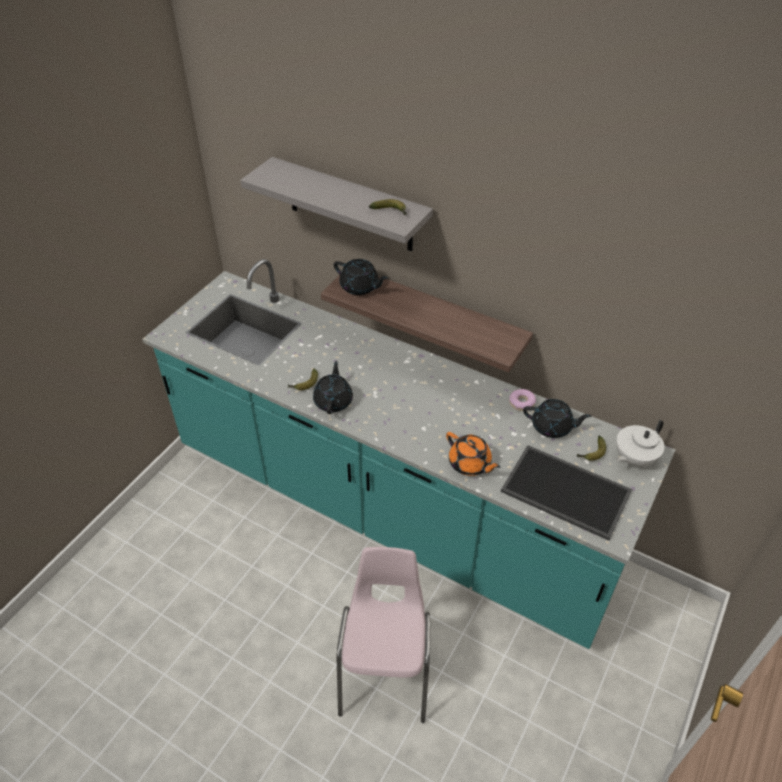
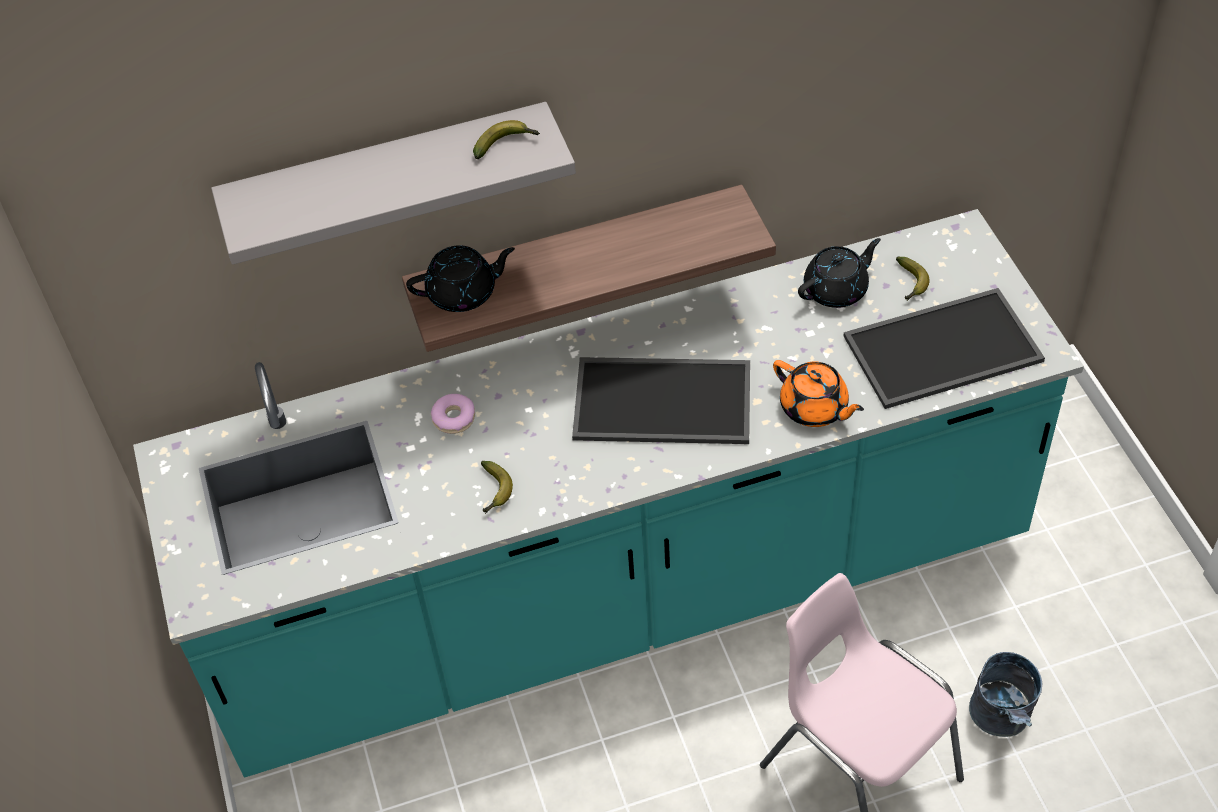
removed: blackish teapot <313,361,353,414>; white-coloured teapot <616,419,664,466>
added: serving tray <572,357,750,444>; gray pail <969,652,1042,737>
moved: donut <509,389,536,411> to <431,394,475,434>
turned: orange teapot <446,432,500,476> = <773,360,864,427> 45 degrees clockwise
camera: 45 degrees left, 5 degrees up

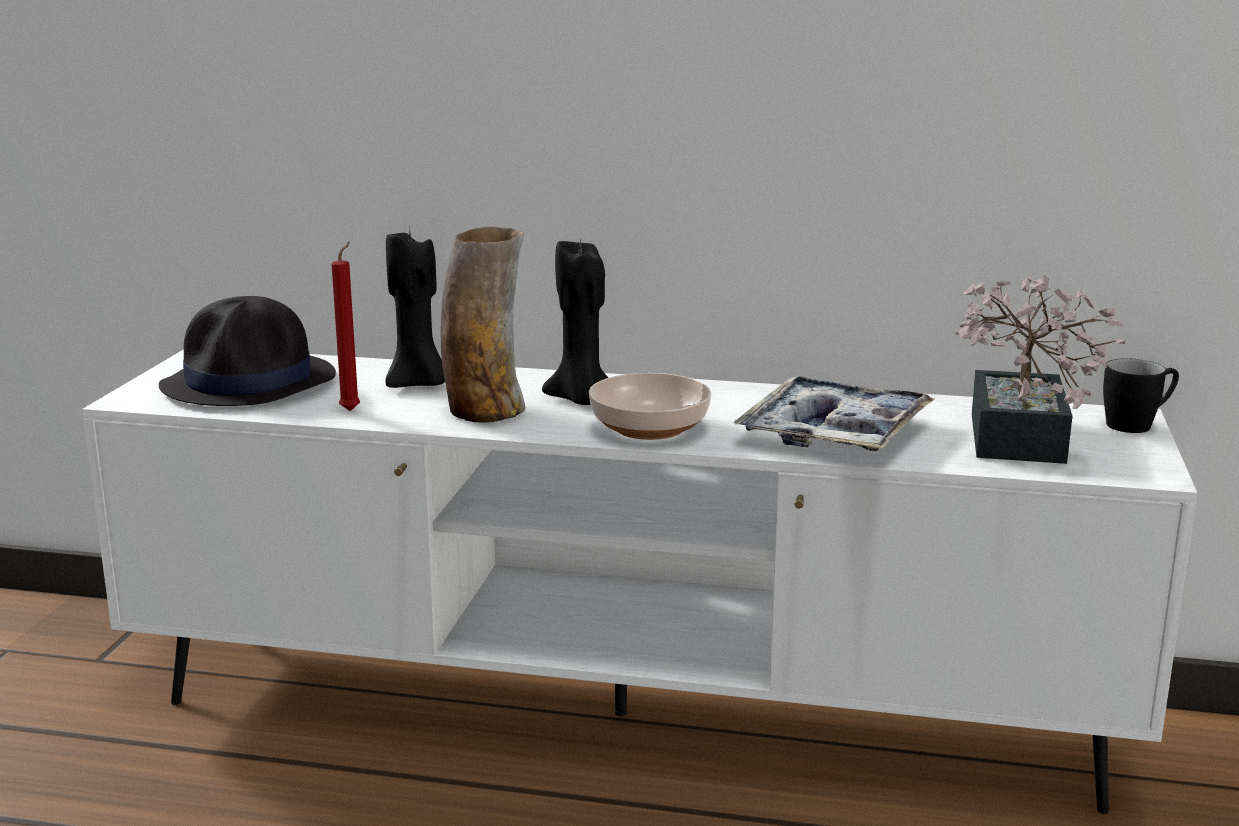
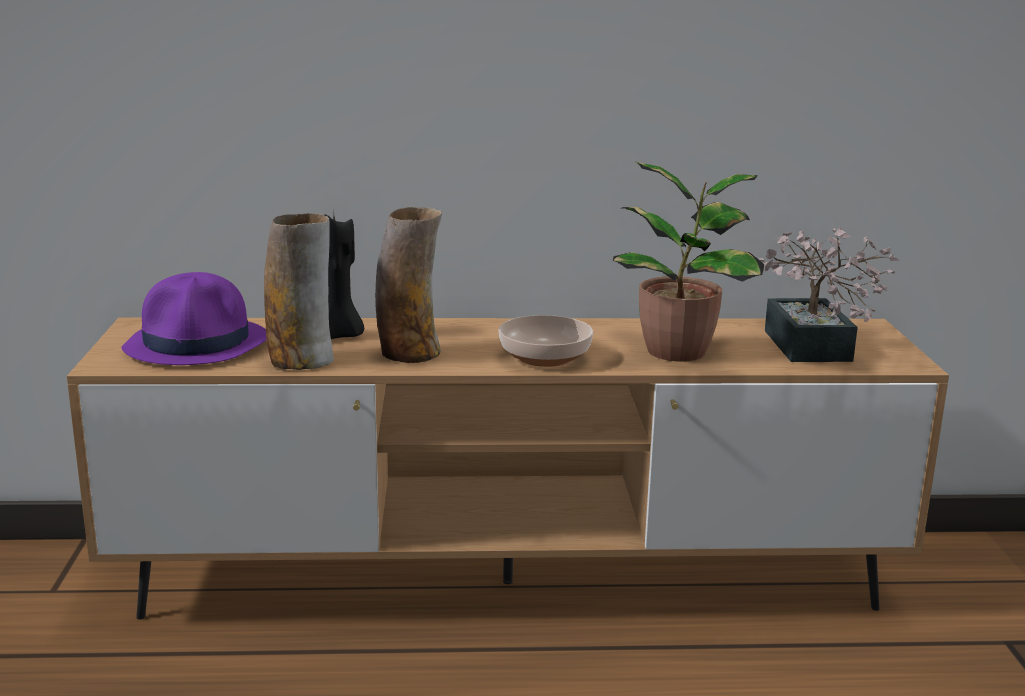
removed: blackish candle <542,237,609,405>; blackish mug <1103,358,1179,433>
replaced: red-coloured candle <331,242,360,411> to flower vase <264,213,334,370>; serving tray <734,376,935,451> to plant in a pot <613,162,764,362>
recoloured: white-coloured media console <82,349,1197,814> to brownish media console <67,318,949,620>; blackish wearable hat <159,296,336,406> to purple-coloured wearable hat <122,272,267,365>
camera: 15 degrees left, 0 degrees up

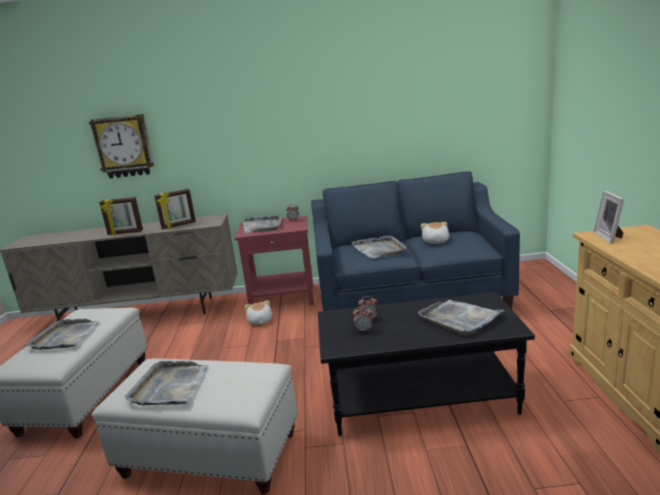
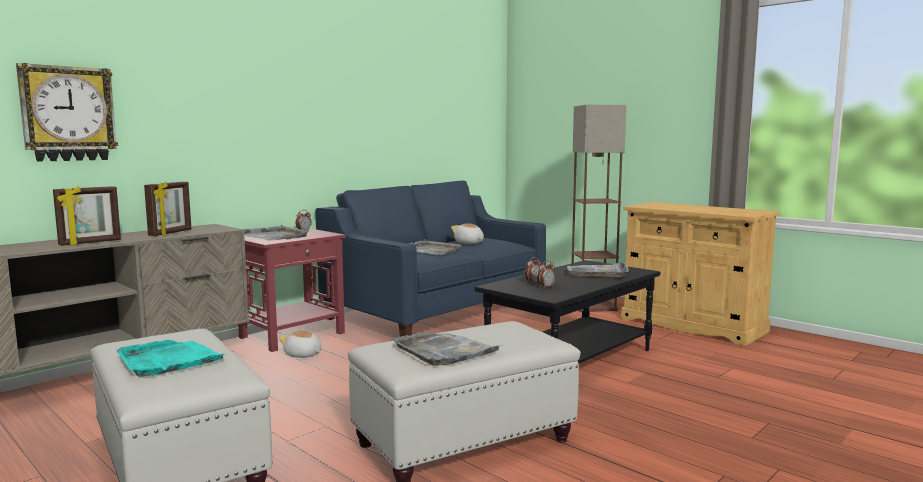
removed: standing frame <594,191,625,244>
added: standing lamp <571,105,627,312>
recoloured: gray serving tray <26,319,100,350> to turquoise-coloured serving tray <116,340,224,377>
camera: 45 degrees left, 10 degrees down

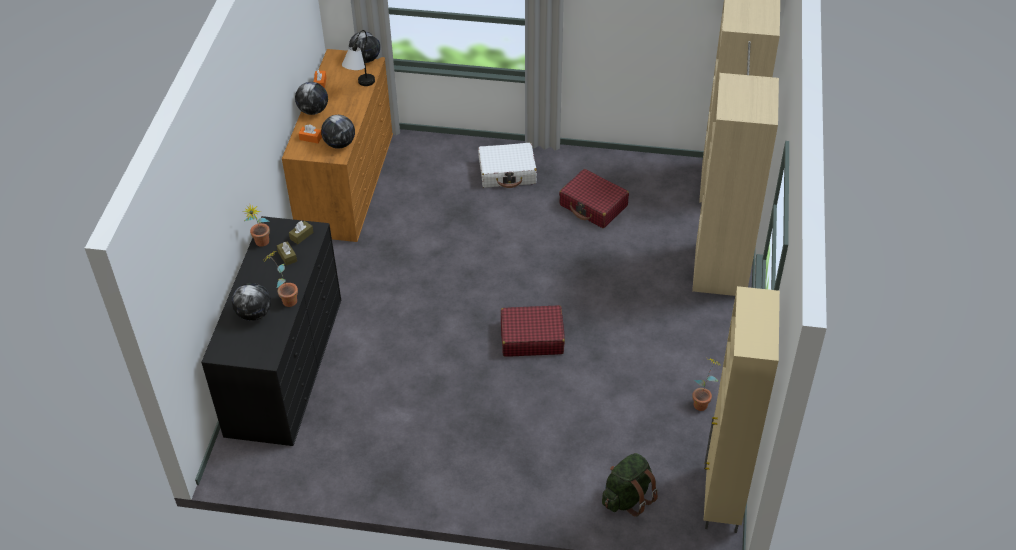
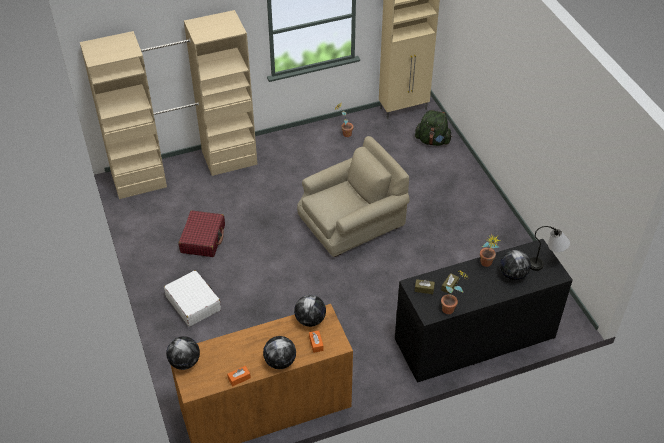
moved: table lamp <342,30,375,86> to <530,226,570,271>
replaced: red-coloured suitcase <501,305,565,357> to beige armchair <297,136,410,257>
camera: 120 degrees left, 0 degrees up

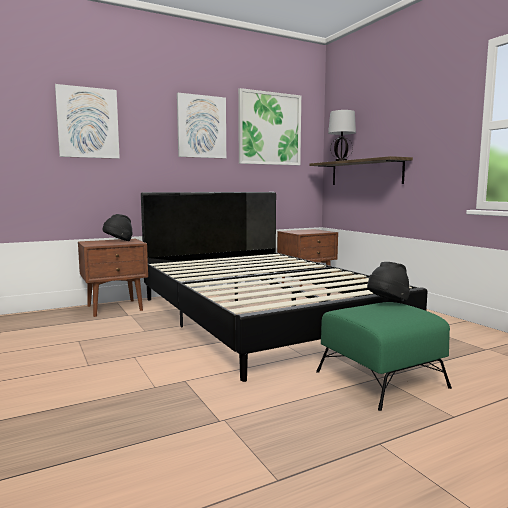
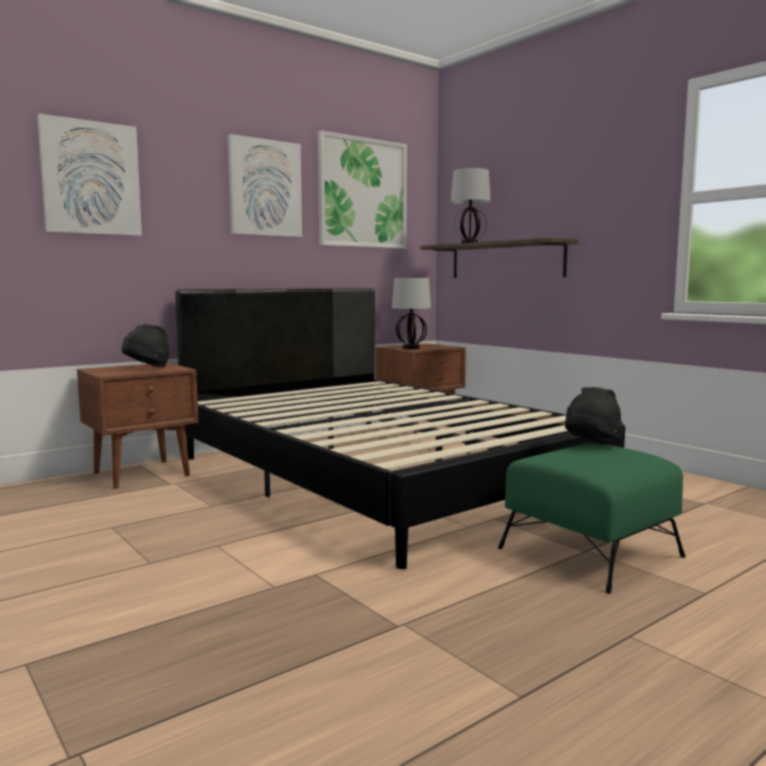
added: table lamp <392,278,431,349>
camera: 10 degrees left, 0 degrees up

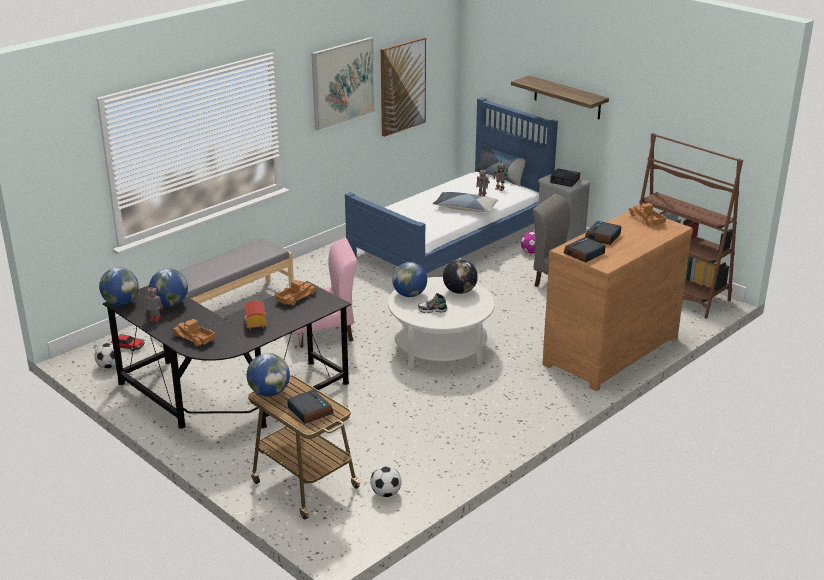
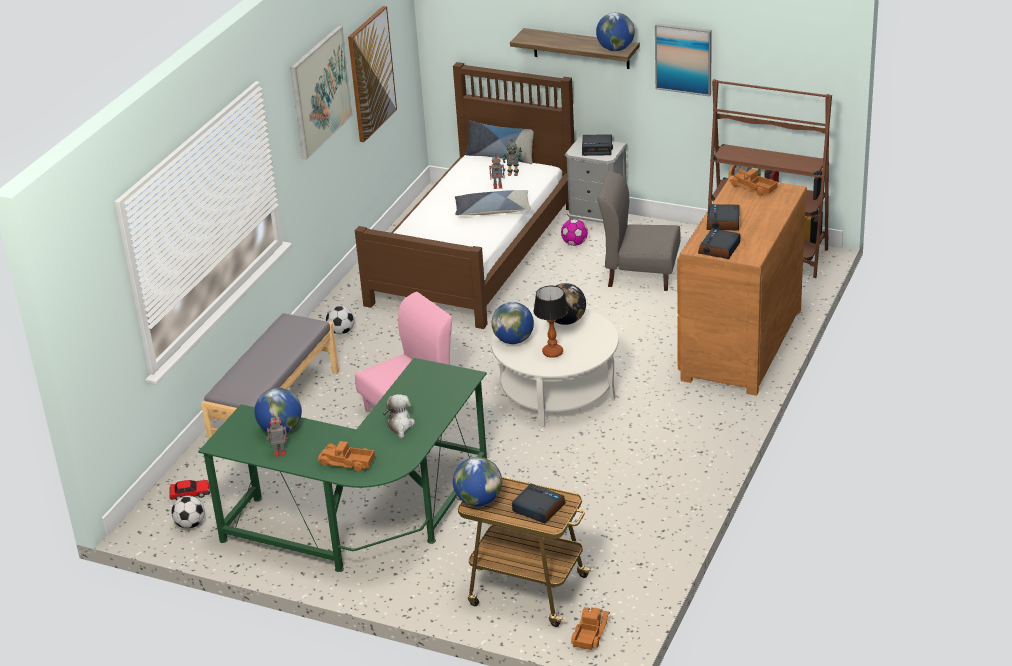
added: picture <655,23,712,96>
moved: desk globe <99,267,139,305> to <596,12,635,51>; toy lorry <275,280,317,306> to <571,607,610,650>; ball for football <370,466,401,497> to <326,306,355,334>
replaced: model house <244,300,267,330> to cuddly toy <383,394,415,440>; low shoe <418,293,447,313> to table lamp <533,286,568,358>
recoloured: blackish desk unit <103,281,351,429> to greenish desk unit <198,358,487,572>; bluish bedroom bed <345,97,558,274> to brownish bedroom bed <355,62,574,329>
camera: 20 degrees left, 5 degrees up

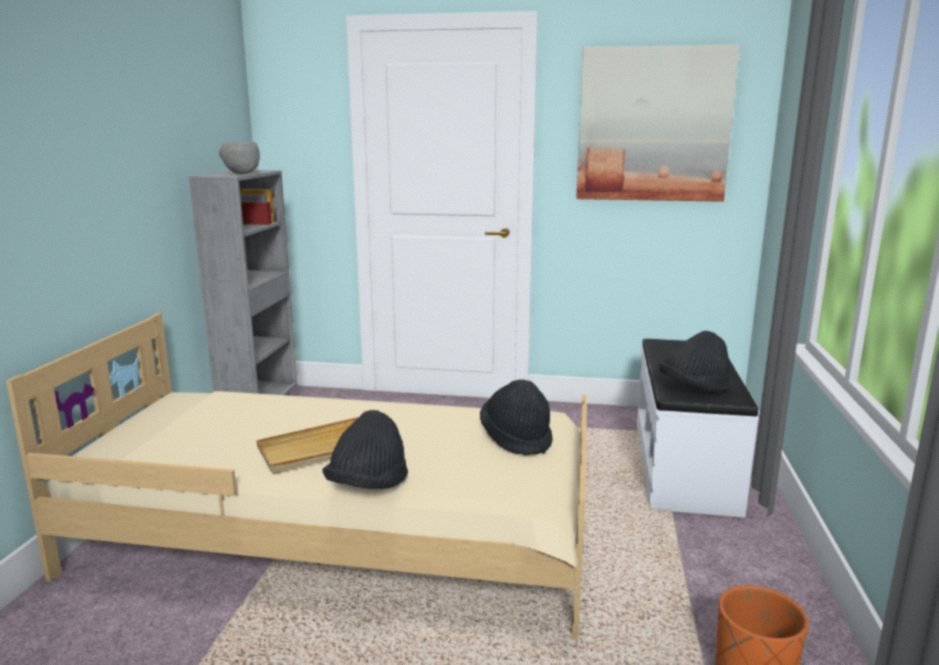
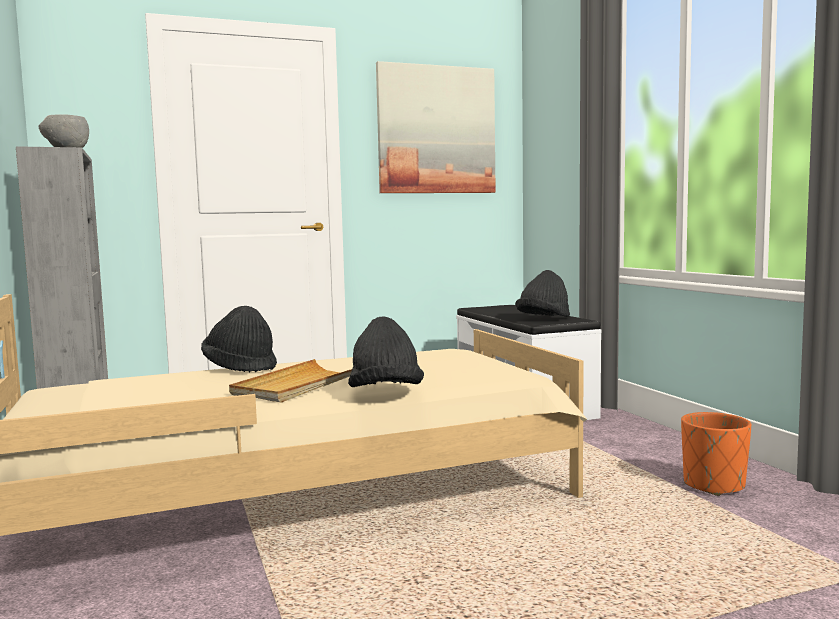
moved: blackish wearable hat <480,380,553,455> to <201,306,277,372>
camera: 30 degrees left, 10 degrees down

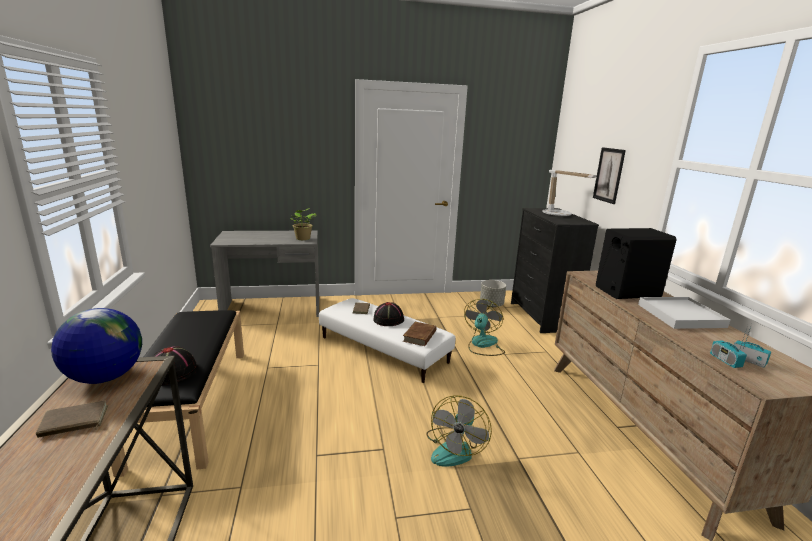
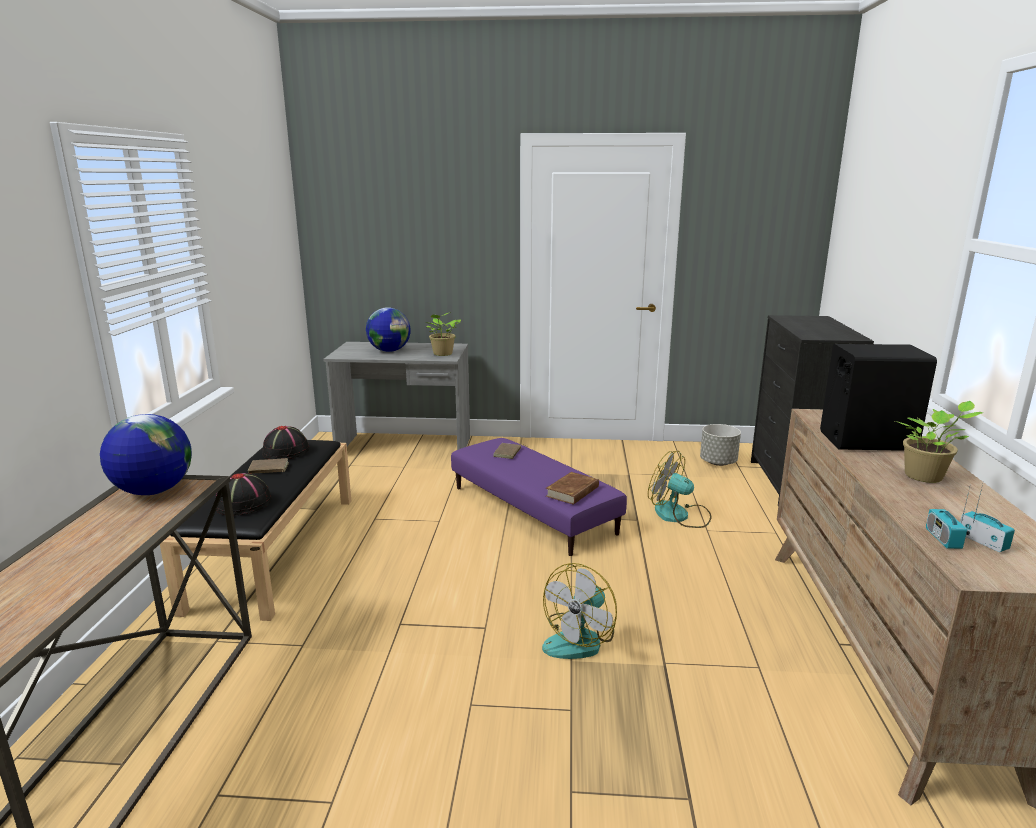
removed: table lamp <543,170,597,216>; picture <593,147,626,204>
added: desk globe <366,307,411,352>
moved: brownish volume <36,400,108,438> to <248,458,289,474>; blackish wearable hat <373,302,404,326> to <262,426,310,459>
replaced: white-coloured serving tray <638,297,730,329> to plant in a pot <895,401,983,483>
recoloured: white-coloured ottoman <319,298,456,383> to purple-coloured ottoman <451,438,627,556>
turned: electric fan <464,299,505,356> = <648,451,712,528> 90 degrees counterclockwise
camera: 15 degrees right, 0 degrees up

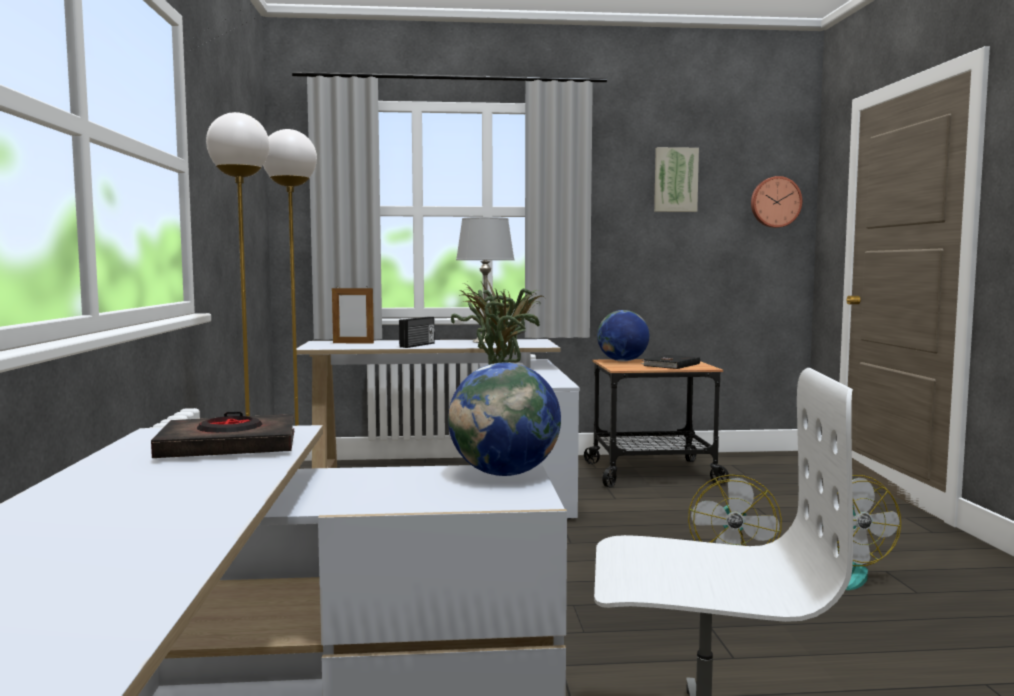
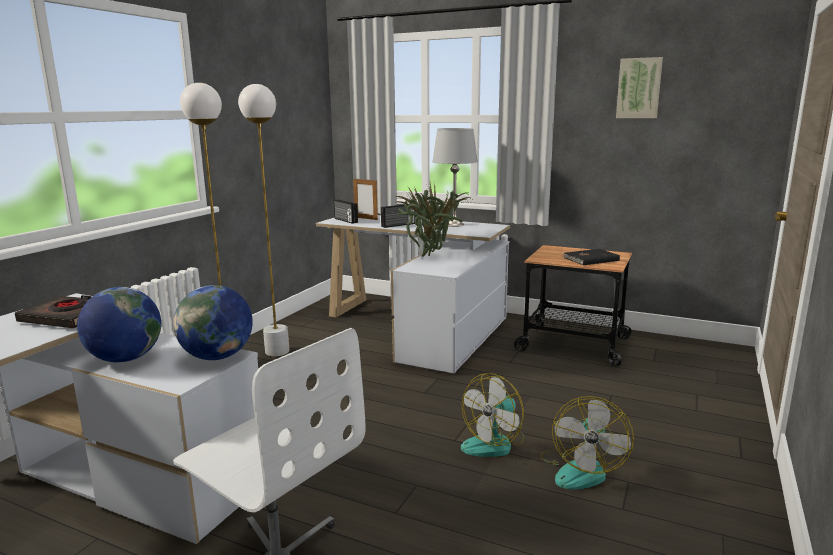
removed: wall clock <751,176,802,228>
added: radio receiver <334,200,358,224>
moved: desk globe <597,310,649,362> to <77,287,161,363>
camera: 30 degrees right, 10 degrees up

